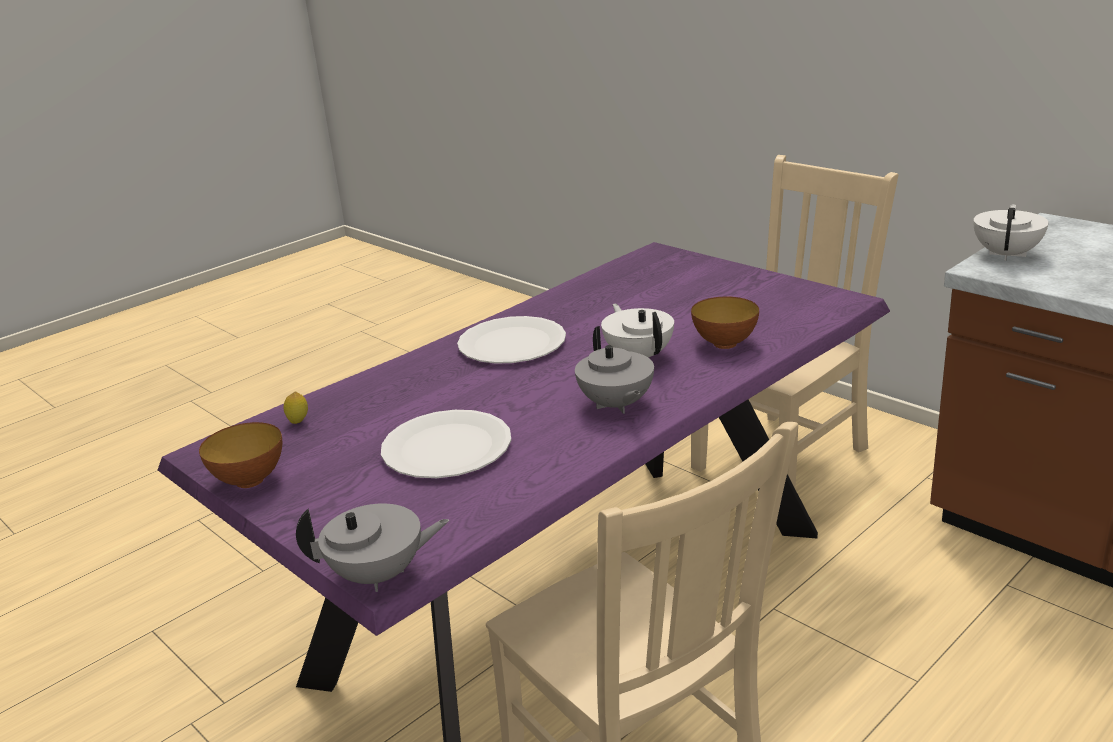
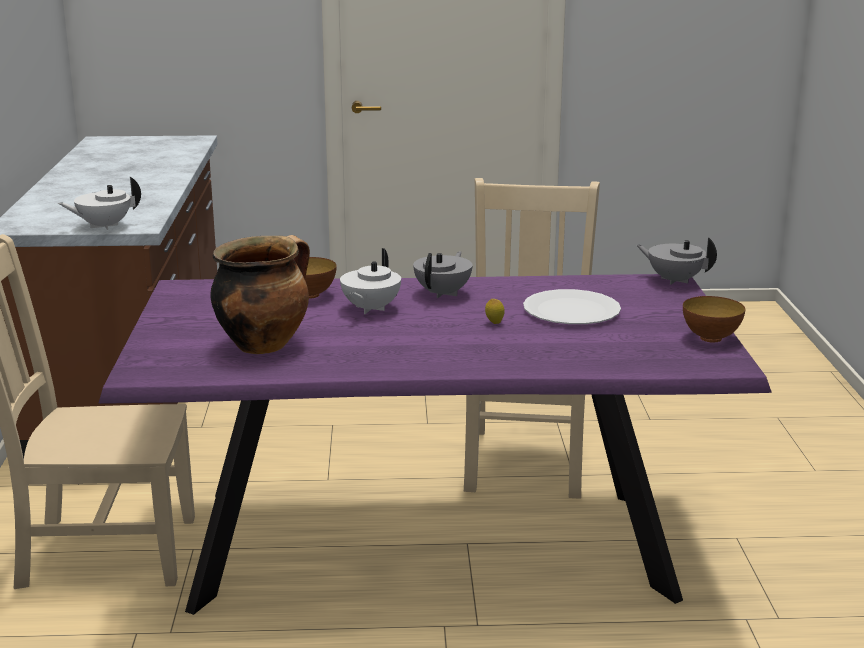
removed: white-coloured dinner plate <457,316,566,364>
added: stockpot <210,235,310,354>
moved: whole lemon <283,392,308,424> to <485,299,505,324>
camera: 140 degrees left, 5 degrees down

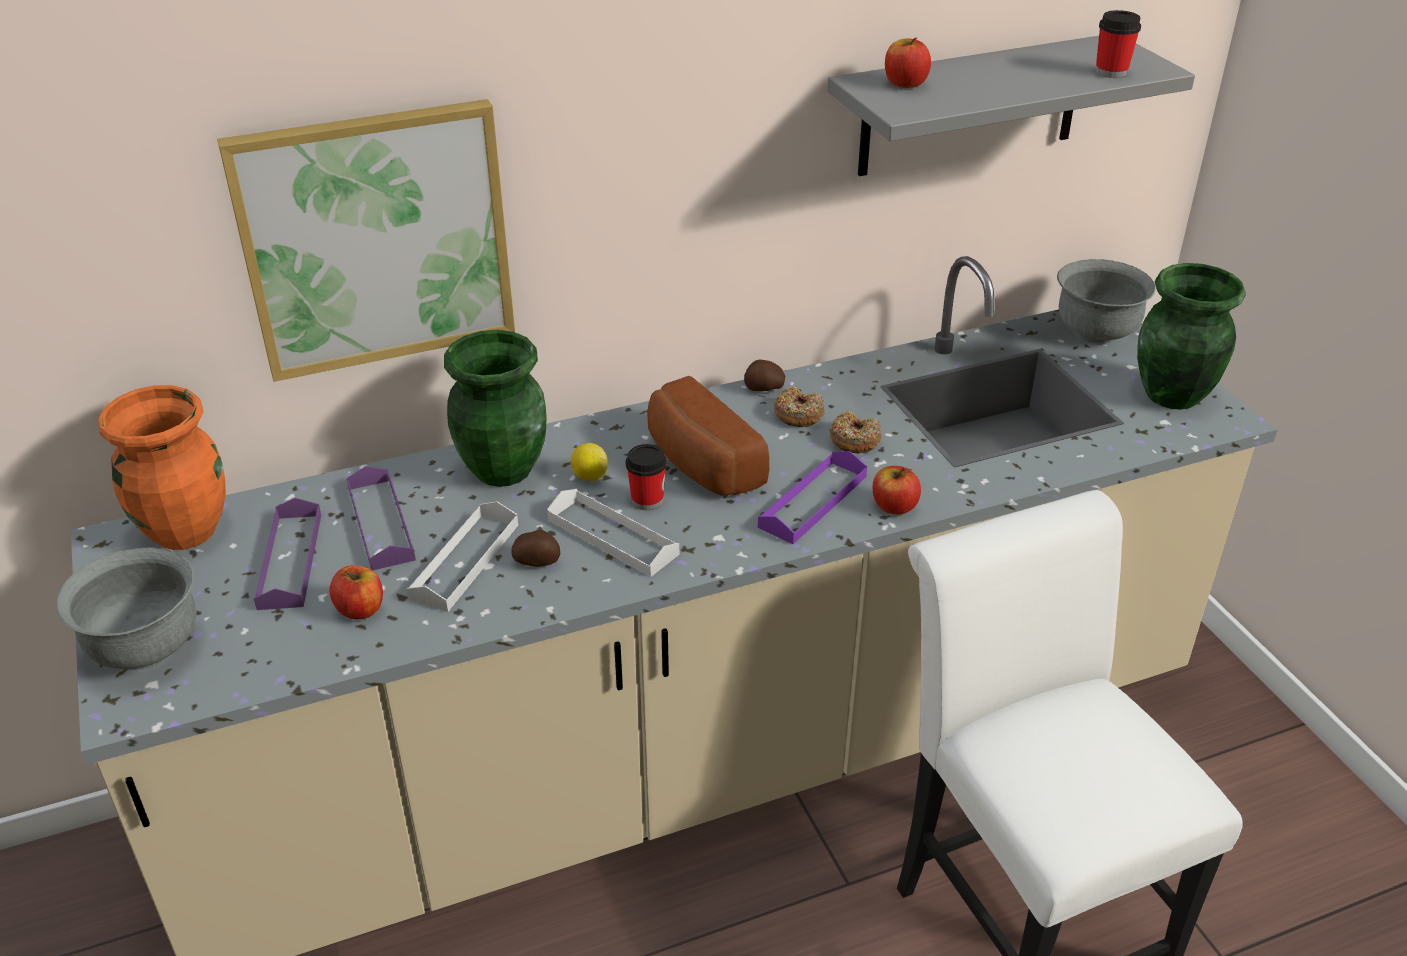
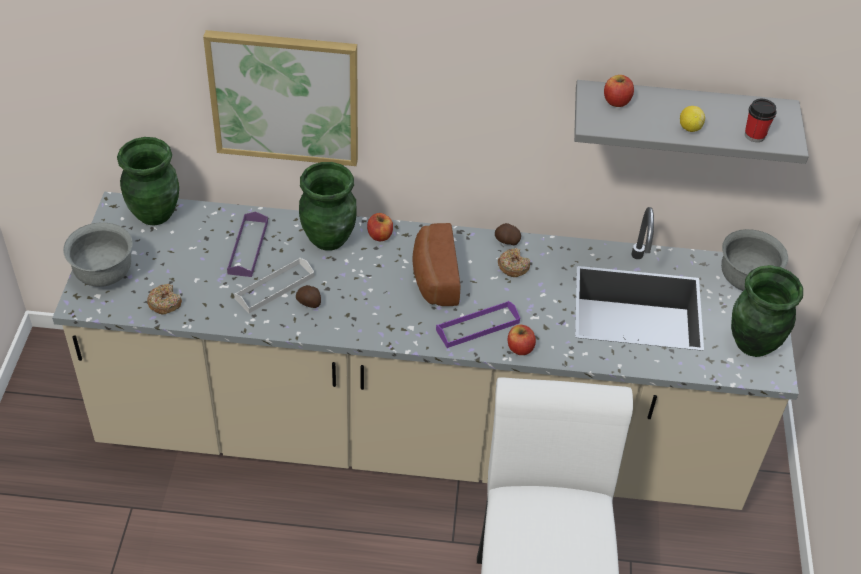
removed: purple-coloured serving tray <254,498,321,610>; white-coloured serving tray <547,489,679,577>; small cup <626,444,667,510>
moved: apple fruit <330,565,383,619> to <367,213,393,241>; whole lemon <571,443,608,481> to <680,106,705,132>; donut <829,411,882,453> to <147,284,182,314>
recoloured: orange flower vase <98,385,226,550> to greenish flower vase <117,137,179,226>
camera: 25 degrees right, 10 degrees up

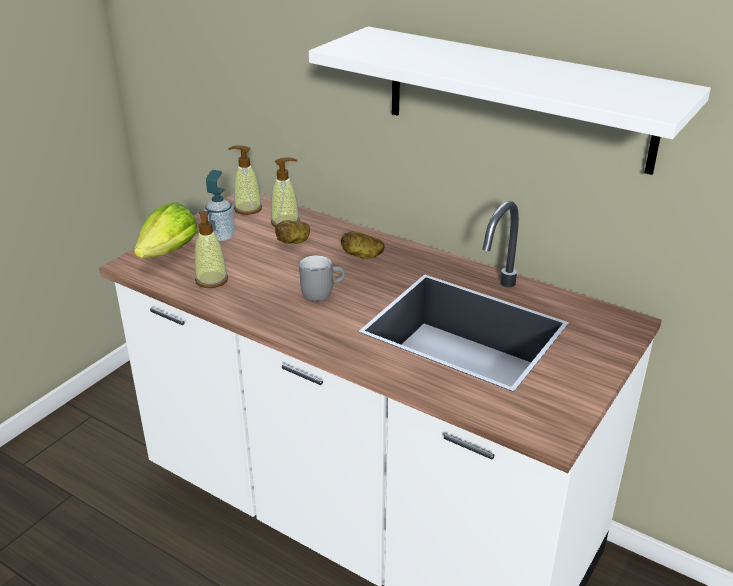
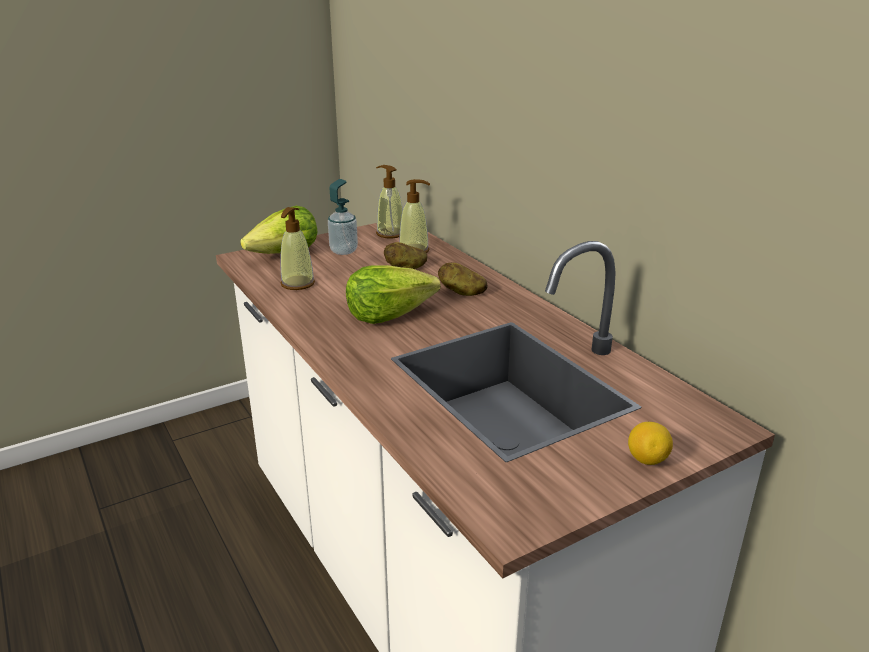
removed: white-coloured wall shelf <309,26,711,175>
added: whole lemon <628,422,673,465>
replaced: gray mug <299,255,345,301> to head of lettuce <346,265,441,324>
camera: 25 degrees right, 5 degrees down

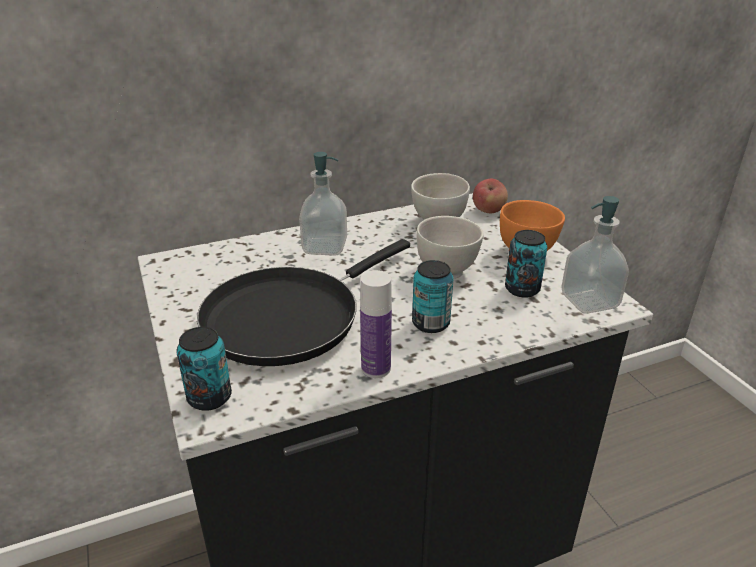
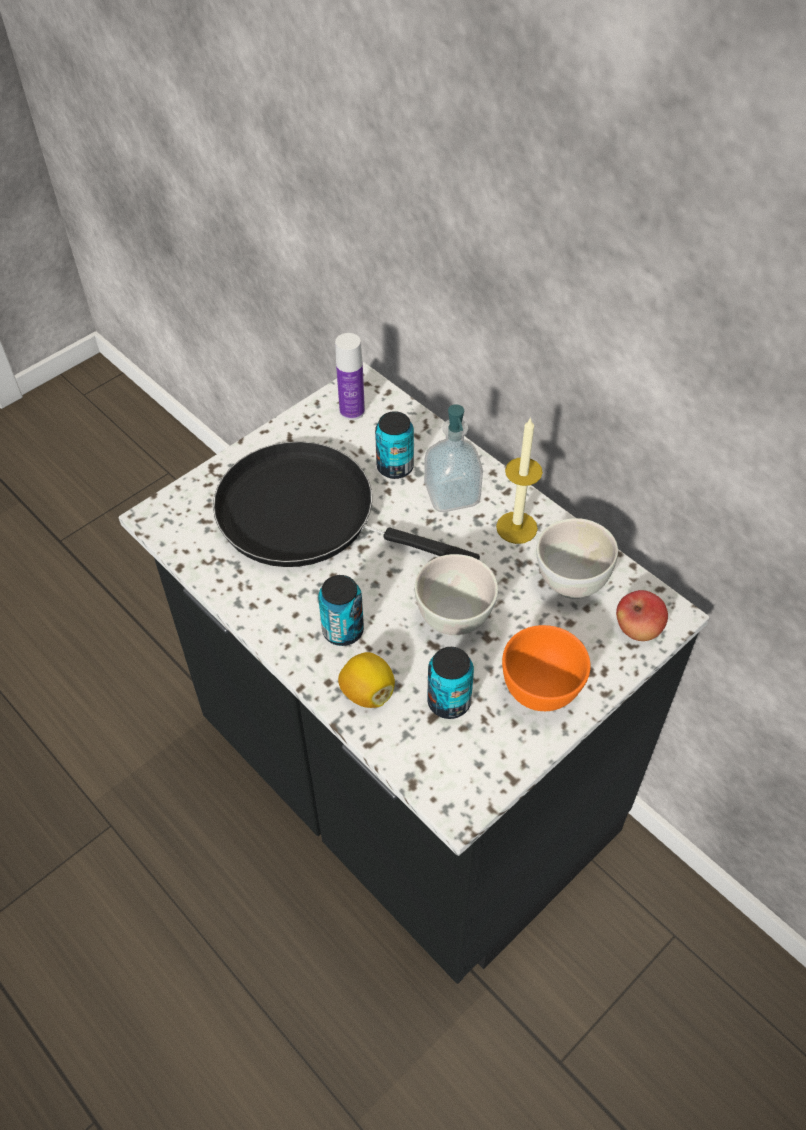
removed: soap dispenser <562,196,629,314>
added: whole lemon <338,652,395,708>; candle <496,417,543,544>
moved: can <176,327,232,411> to <375,411,414,479>; bottle <360,270,392,378> to <335,333,365,420>
camera: 70 degrees right, 20 degrees up

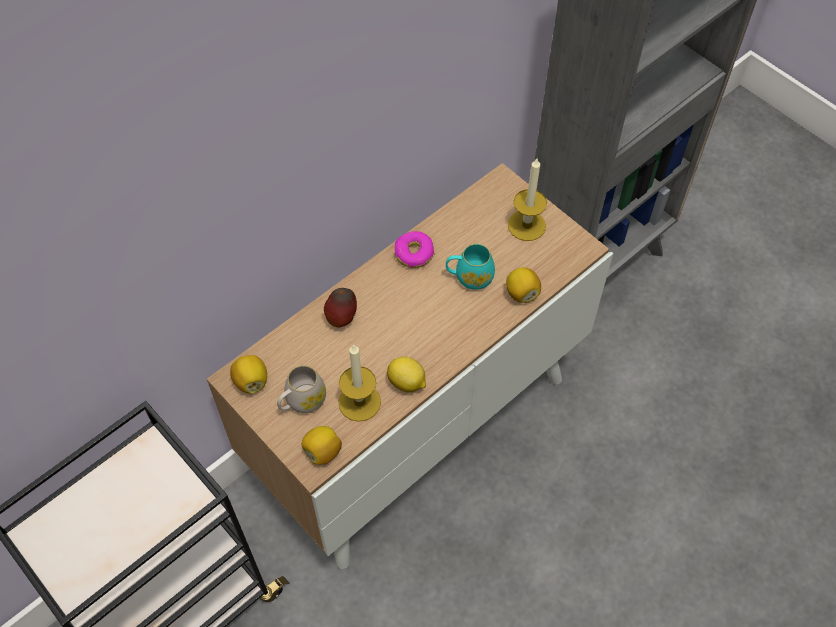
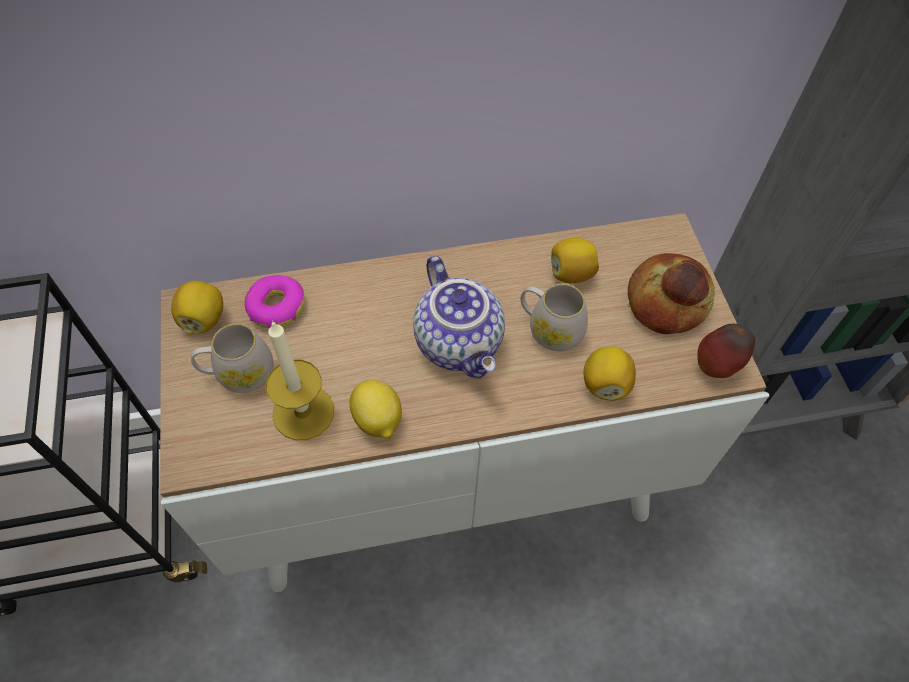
added: teapot <413,256,505,379>
moved: whole lemon <302,426,342,465> to <551,238,599,283>; apple fruit <324,288,357,327> to <697,324,755,378>; donut <395,231,434,268> to <244,275,305,328>
replaced: candle <508,158,547,241> to bakery bread <628,253,715,334>
recoloured: turquoise-coloured mug <446,244,495,290> to white-coloured mug <521,284,588,351>
camera: 30 degrees right, 0 degrees up

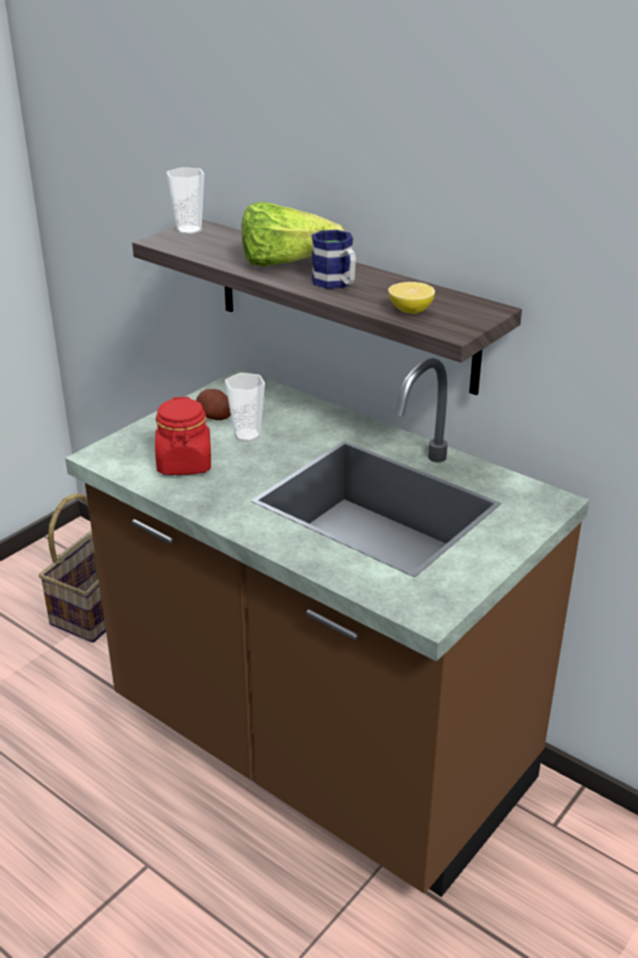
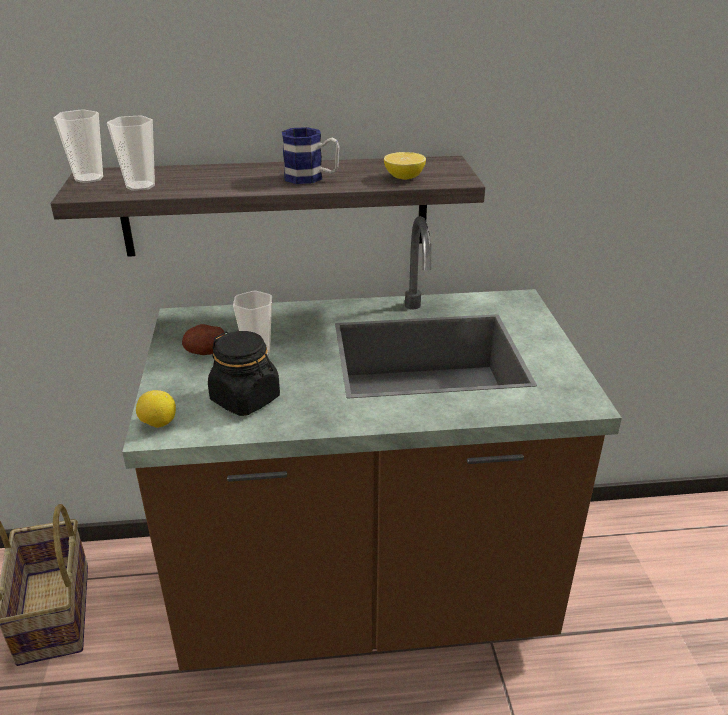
removed: head of lettuce <242,201,344,266>
added: small cup <107,116,155,191>; whole lemon <136,390,176,428>
recoloured: red-coloured preserve jar <155,397,211,475> to blackish preserve jar <208,331,280,416>
camera: 45 degrees left, 0 degrees up

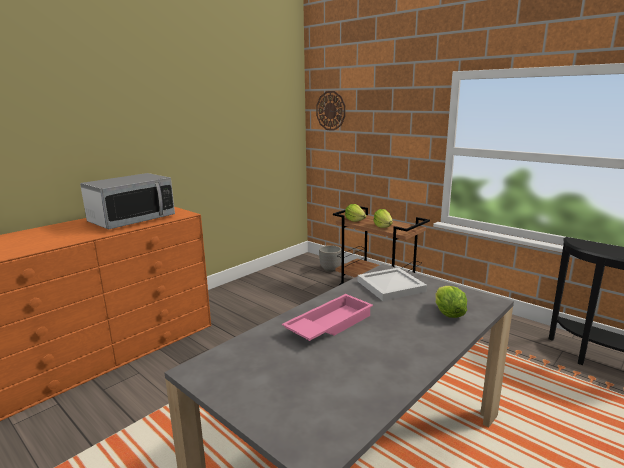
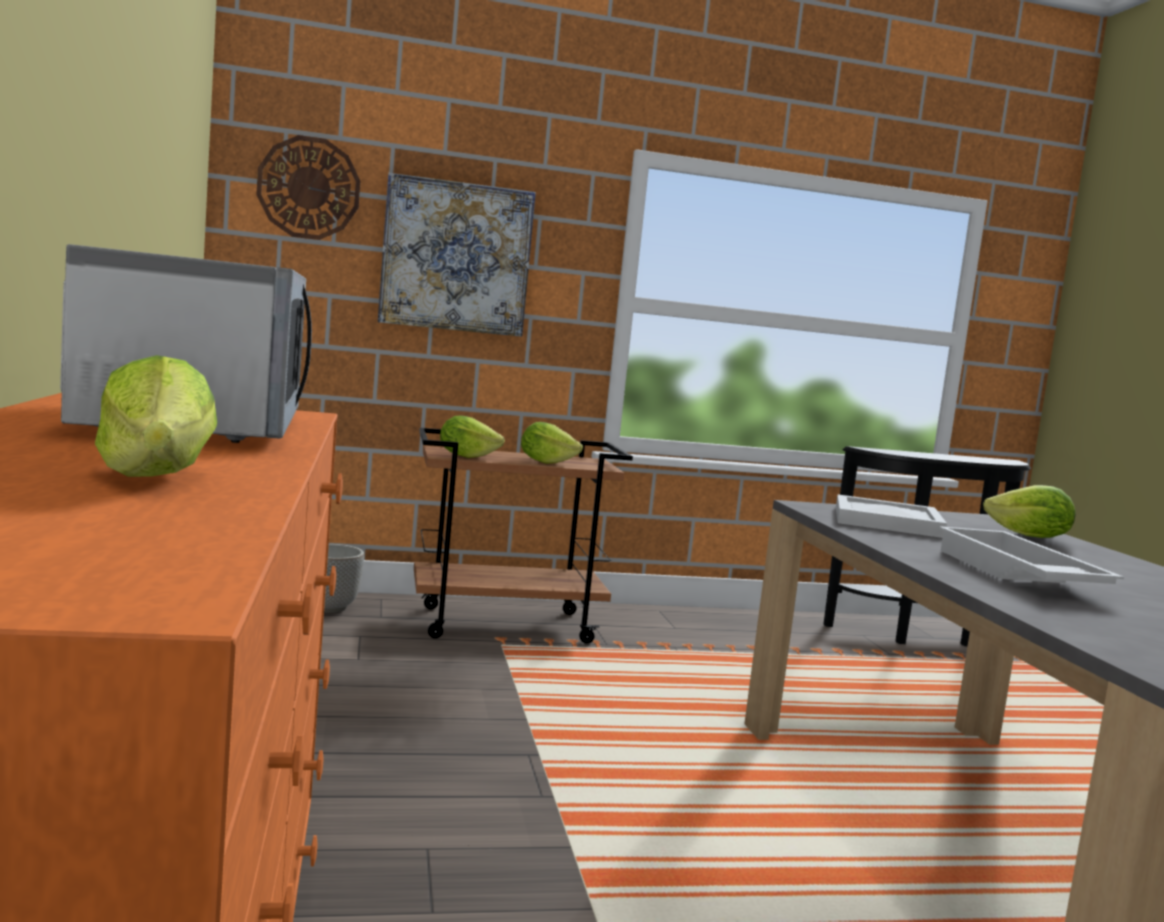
added: head of lettuce <95,355,217,477>; picture <378,173,536,337>
recoloured: pinkish serving tray <282,294,373,341> to white-coloured serving tray <939,526,1124,584>
camera: 55 degrees left, 10 degrees down

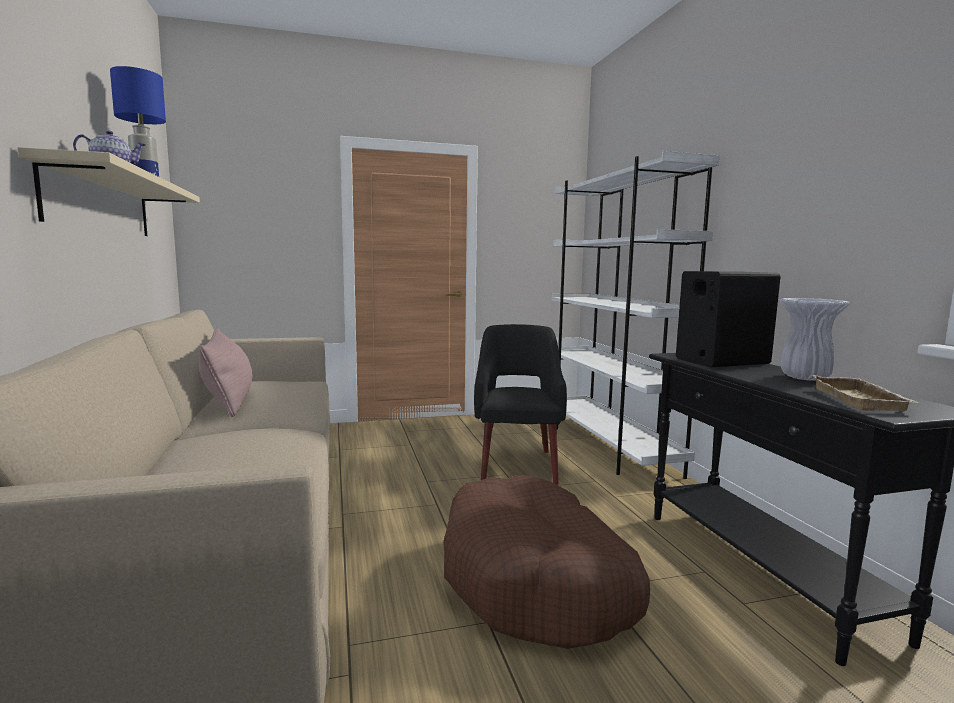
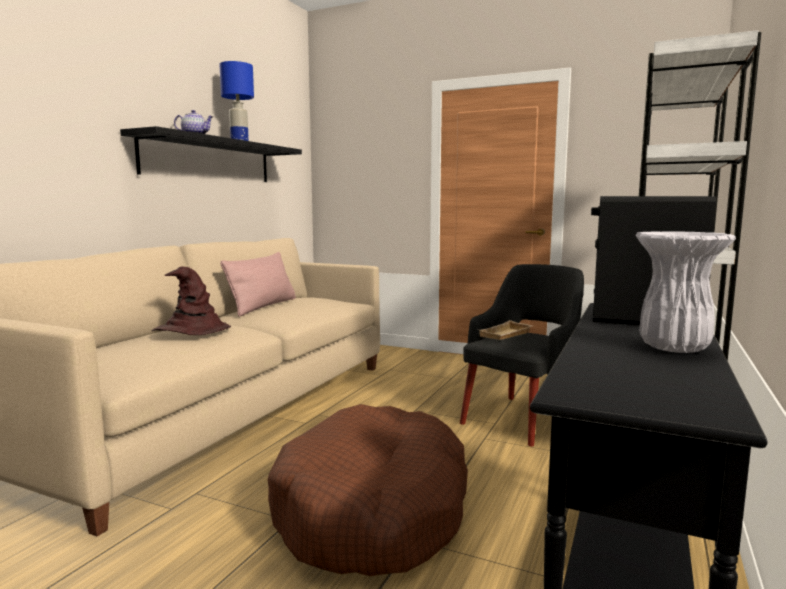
added: brownish wearable hat <152,266,231,335>
moved: beige serving tray <812,375,919,411> to <479,320,534,340>
recoloured: beige wall shelf <17,147,200,236> to blackish wall shelf <120,126,302,182>
camera: 40 degrees right, 0 degrees up

